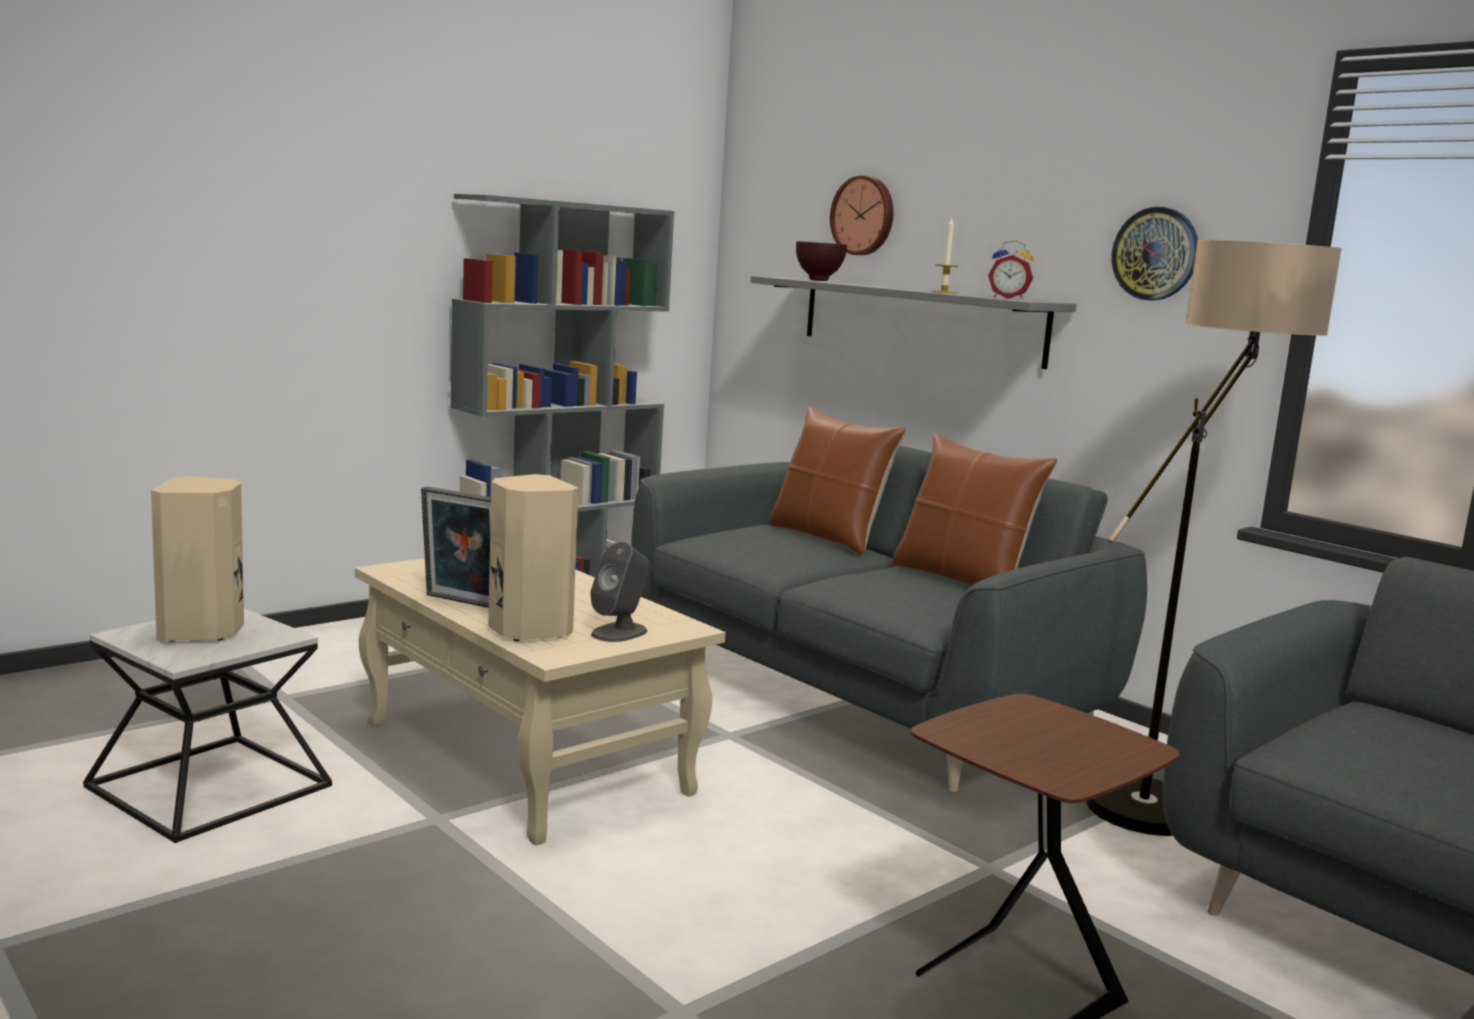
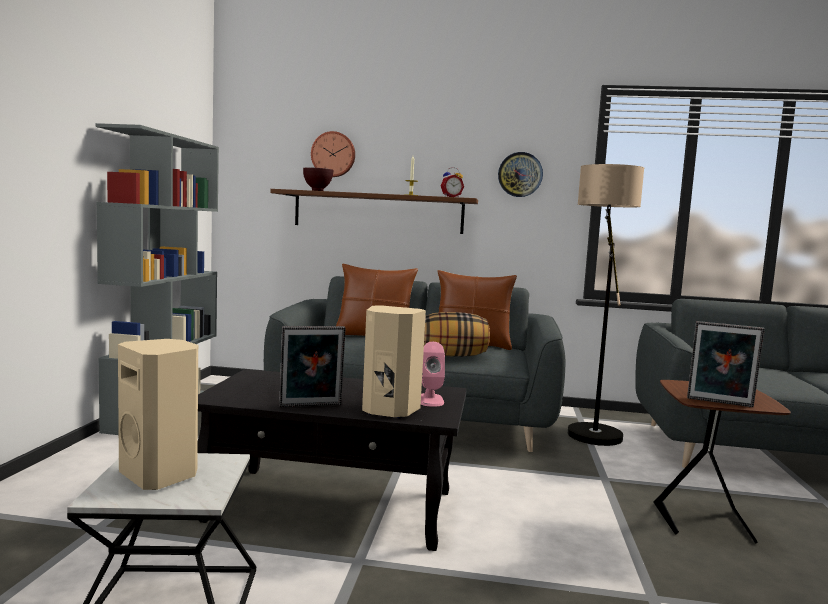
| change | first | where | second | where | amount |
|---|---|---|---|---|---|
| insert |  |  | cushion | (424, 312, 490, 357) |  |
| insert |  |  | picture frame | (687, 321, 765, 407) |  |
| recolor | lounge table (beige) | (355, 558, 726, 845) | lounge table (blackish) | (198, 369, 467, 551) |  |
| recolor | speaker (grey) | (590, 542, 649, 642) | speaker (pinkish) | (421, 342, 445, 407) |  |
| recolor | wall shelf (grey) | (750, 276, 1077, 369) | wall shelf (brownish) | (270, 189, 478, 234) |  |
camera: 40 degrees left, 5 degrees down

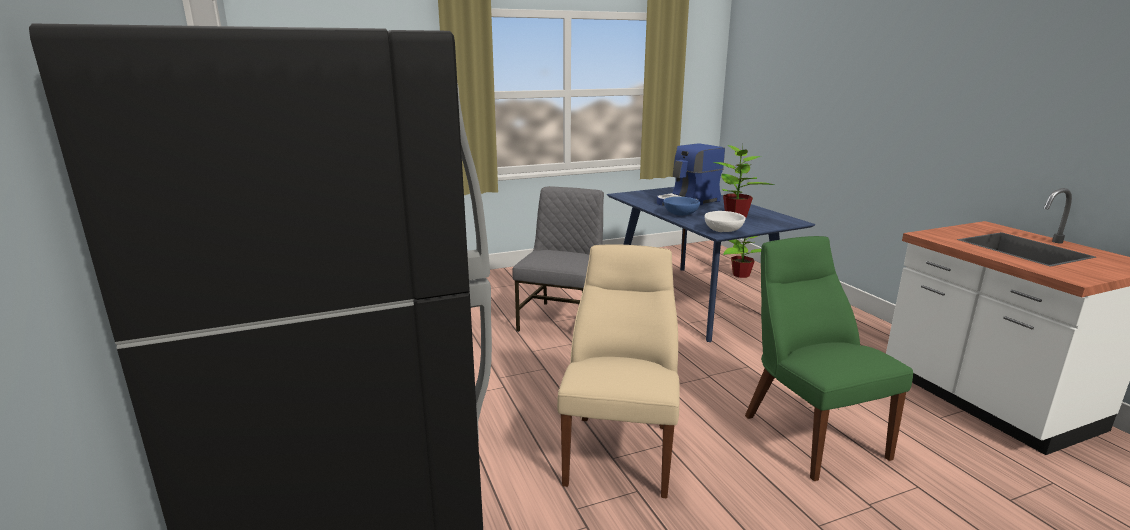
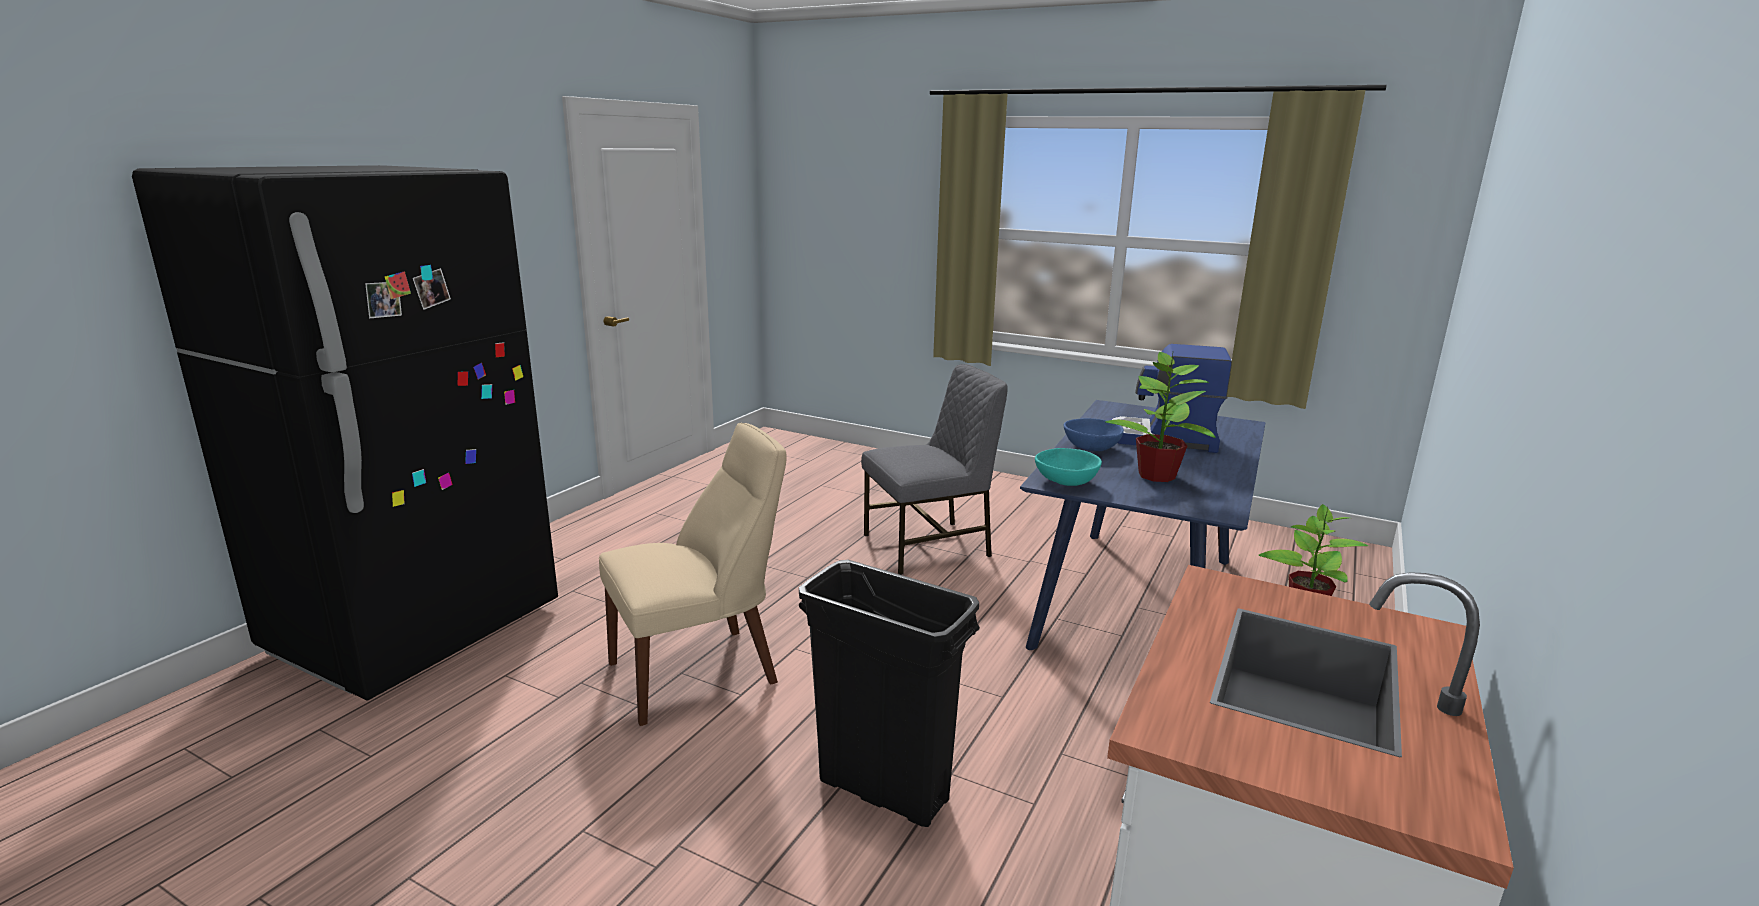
| change | first | where | second | where | amount |
|---|---|---|---|---|---|
| replace | upright chair (green) | (745, 236, 914, 481) | trash can (blackish) | (799, 560, 980, 827) |  |
| recolor | deep dish (white) | (704, 211, 746, 232) | deep dish (turquoise-coloured) | (1035, 448, 1102, 486) |  |
camera: 50 degrees right, 0 degrees up

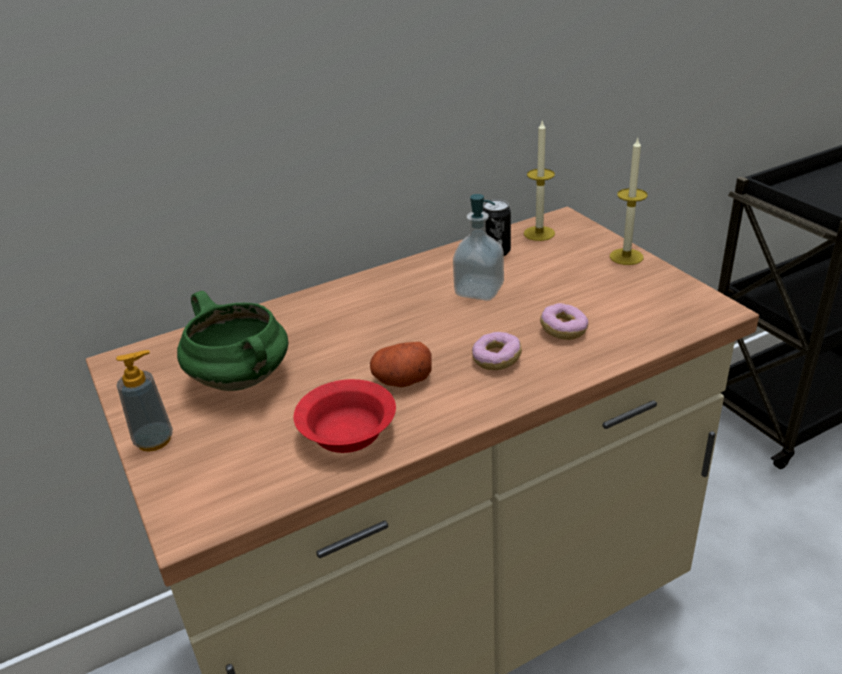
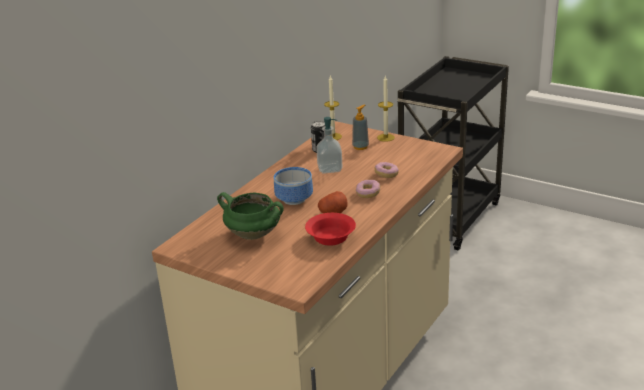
| change | first | where | second | where | amount |
|---|---|---|---|---|---|
| insert |  |  | deep dish | (274, 167, 313, 205) |  |
| move | liquid soap bottle | (116, 350, 173, 452) |  | (352, 105, 369, 150) |  |
camera: 30 degrees left, 5 degrees down

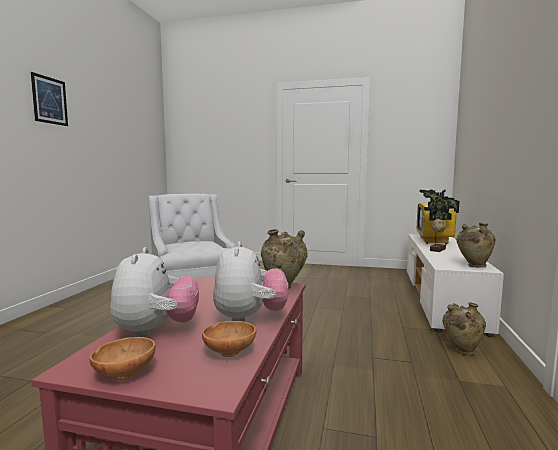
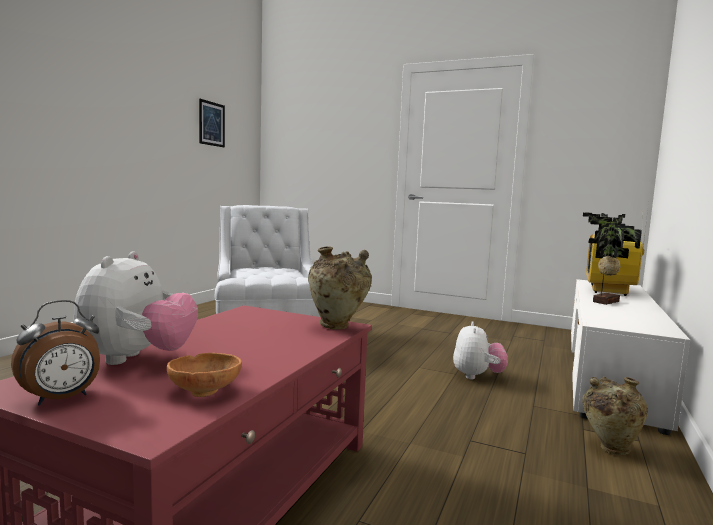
| change | first | where | second | where | amount |
|---|---|---|---|---|---|
| delete | vase (beige) | (456, 223, 496, 268) |  |  |  |
| move | picture | (31, 72, 68, 126) |  | (199, 99, 225, 148) |  |
| move | soft toy | (213, 241, 289, 322) |  | (453, 321, 508, 379) |  |
| replace | deep dish (brownish) | (89, 337, 156, 380) | table clock | (11, 300, 100, 406) |  |
camera: 10 degrees right, 0 degrees up

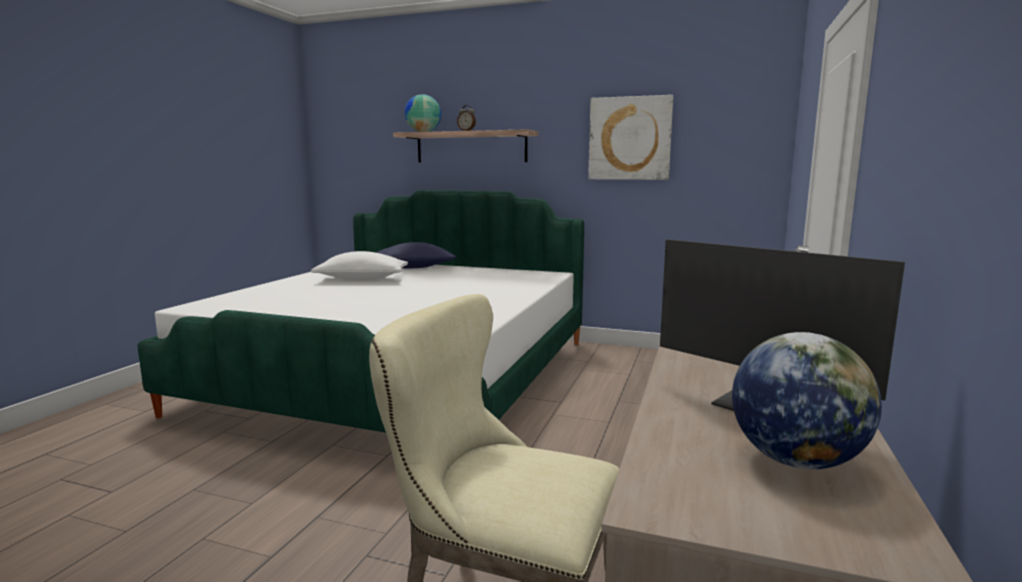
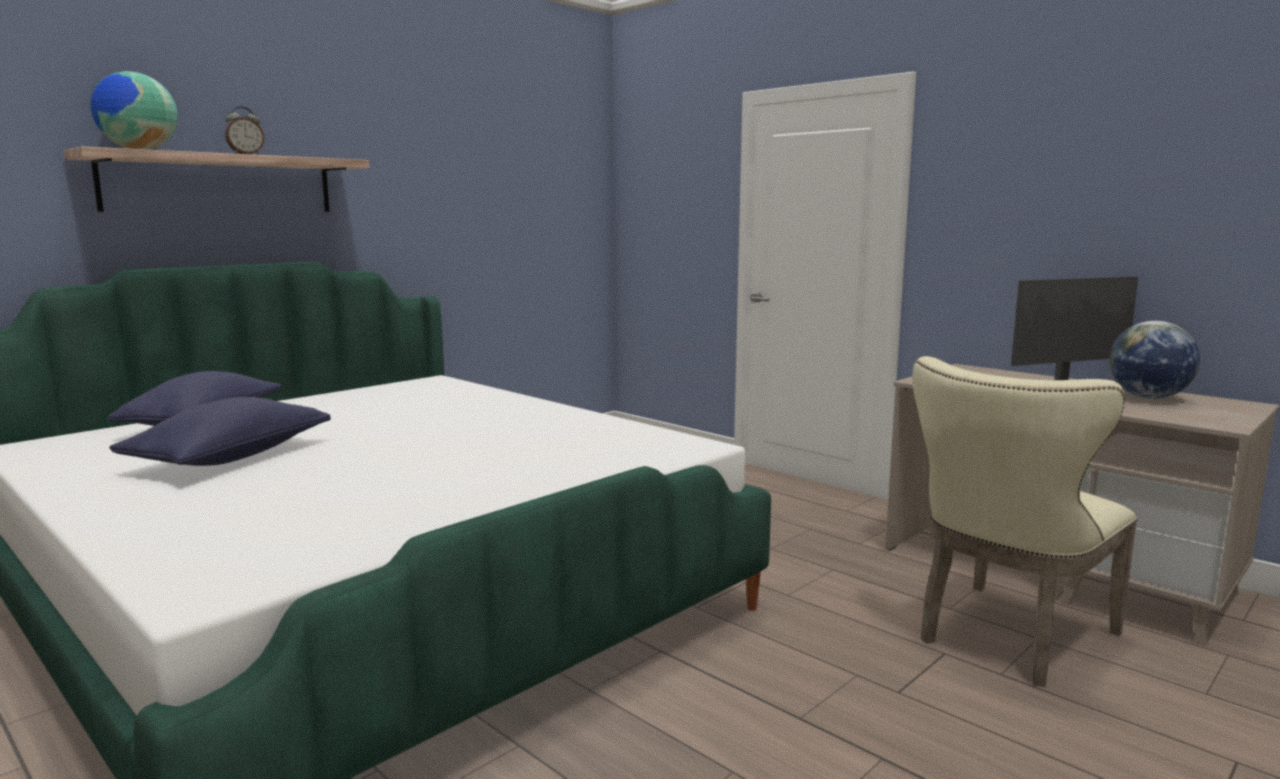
| change | first | where | second | where | amount |
|---|---|---|---|---|---|
| delete | picture | (588, 95, 673, 180) |  |  |  |
| recolor | cushion (white) | (311, 251, 408, 281) | cushion (blue-coloured) | (109, 397, 331, 466) |  |
camera: 65 degrees left, 0 degrees up

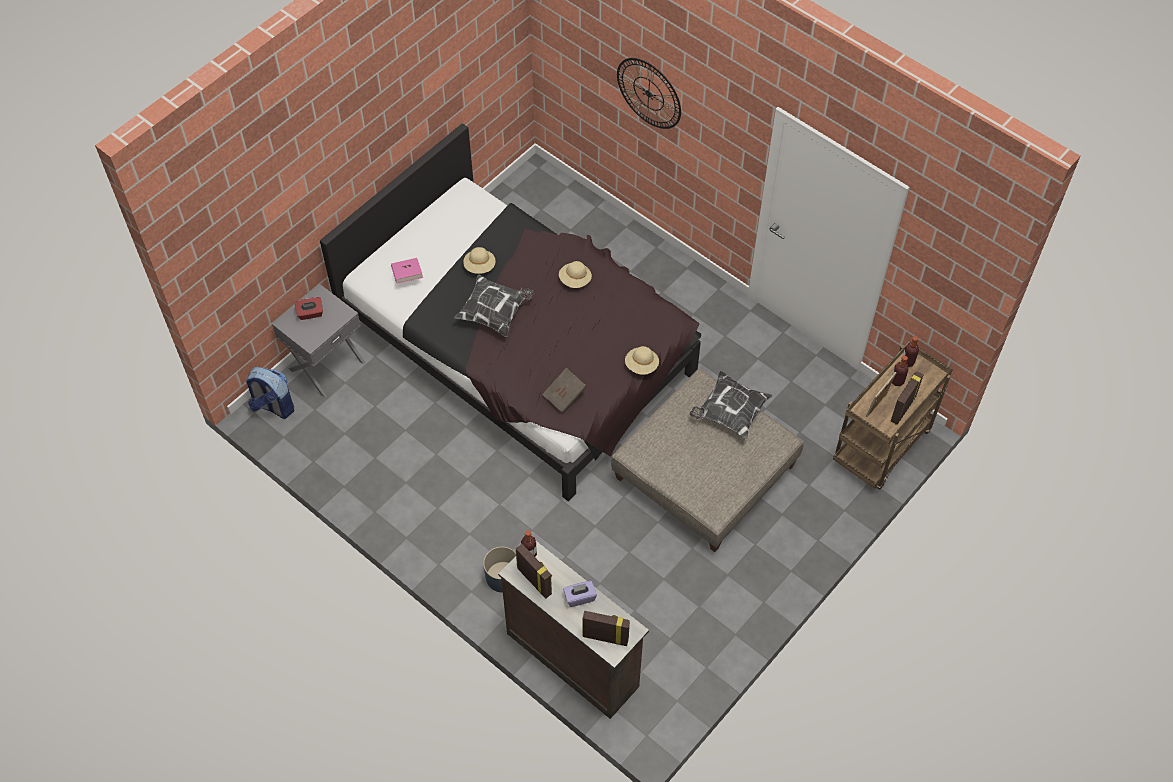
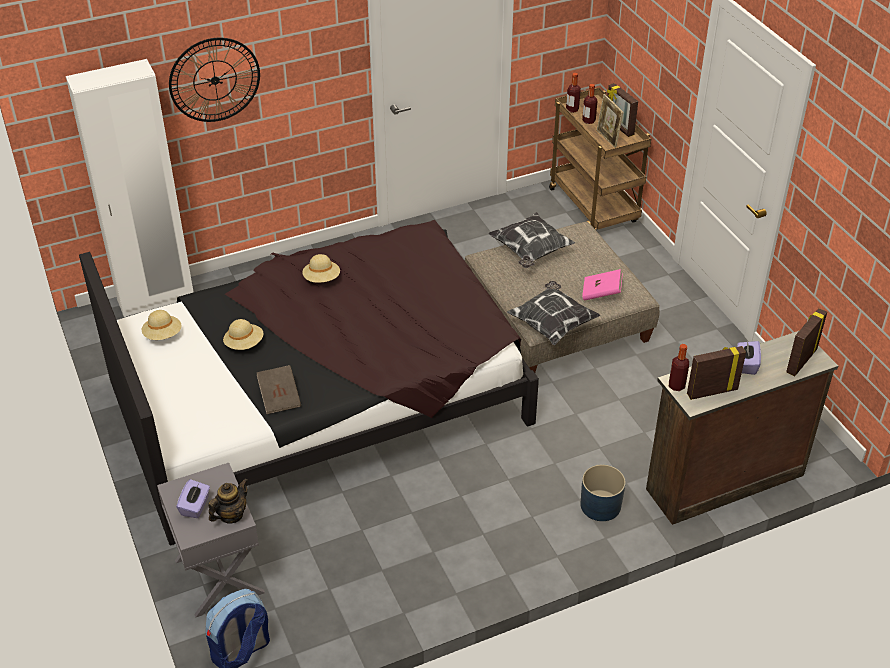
| change | first | where | second | where | amount |
|---|---|---|---|---|---|
| insert |  |  | armoire (white) | (66, 59, 193, 317) |  |
| insert |  |  | teapot | (208, 478, 248, 524) |  |
| move | bound book (pinkish) | (391, 258, 423, 284) |  | (582, 269, 623, 301) |  |
| move | cushion | (454, 275, 534, 337) |  | (507, 281, 601, 346) |  |
| move | bound book (brownish) | (543, 368, 587, 413) |  | (257, 365, 301, 414) |  |
| move | hat (beige) | (625, 346, 659, 375) |  | (142, 310, 181, 340) |  |
| recolor | box of tissues (red-coloured) | (295, 297, 323, 320) | box of tissues (purple-coloured) | (176, 479, 210, 518) |  |
camera: 65 degrees left, 15 degrees down

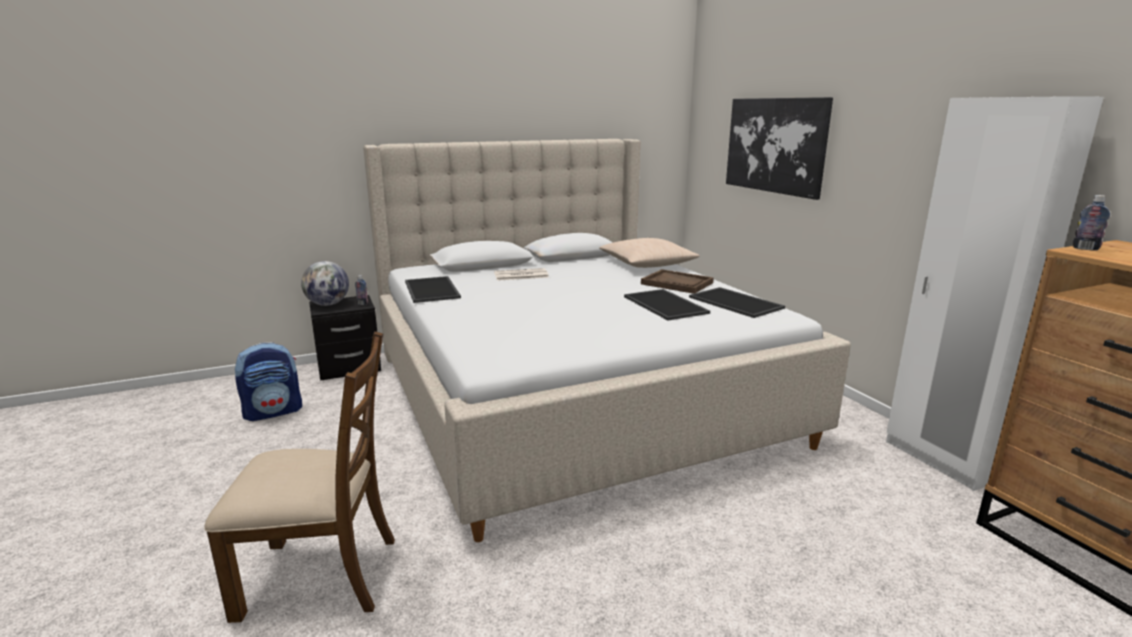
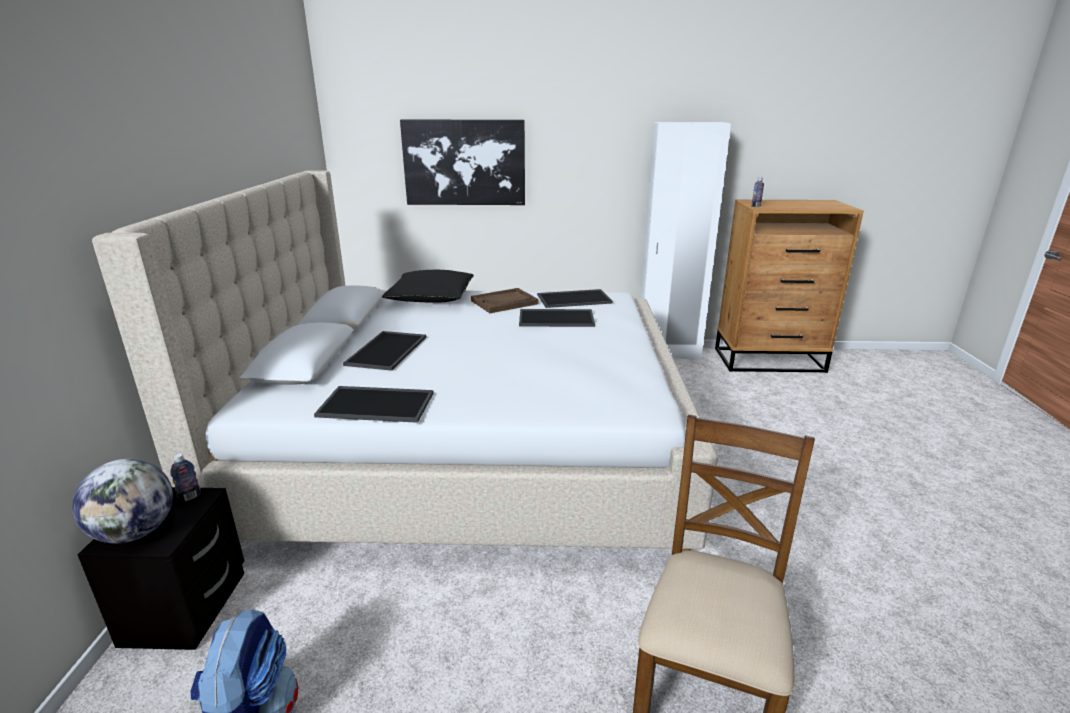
| change | first | where | second | where | amount |
|---|---|---|---|---|---|
| replace | printed paper | (494, 268, 549, 281) | serving tray | (343, 331, 426, 371) |  |
| recolor | cushion (beige) | (600, 238, 700, 268) | cushion (blackish) | (382, 270, 474, 303) |  |
camera: 65 degrees left, 5 degrees up

